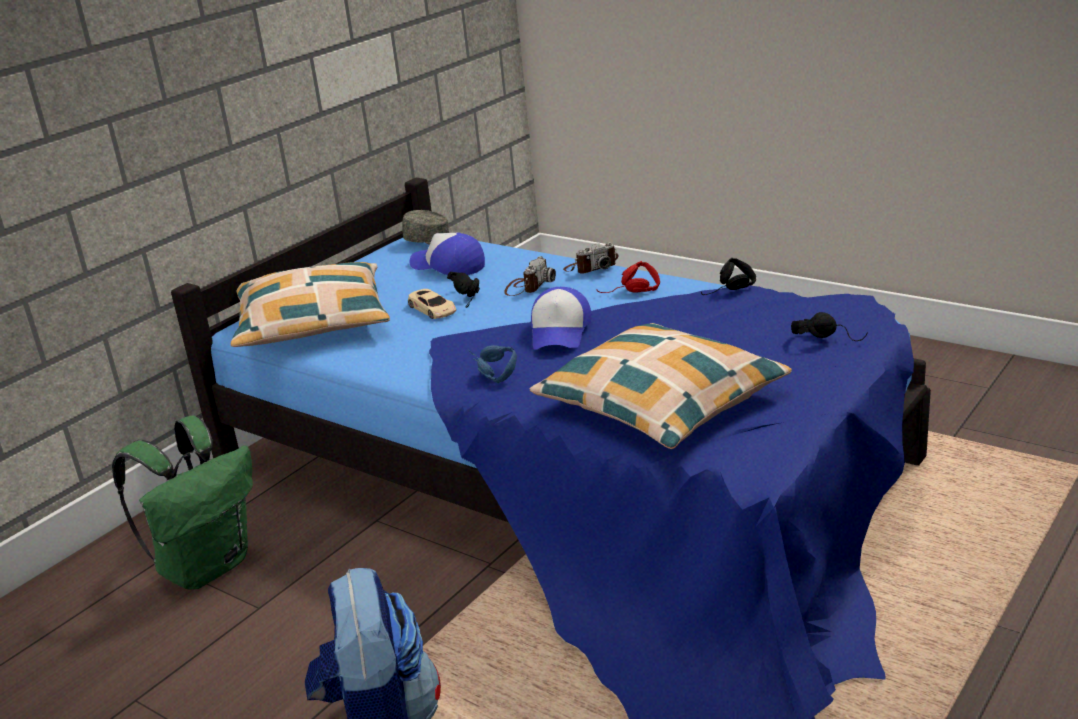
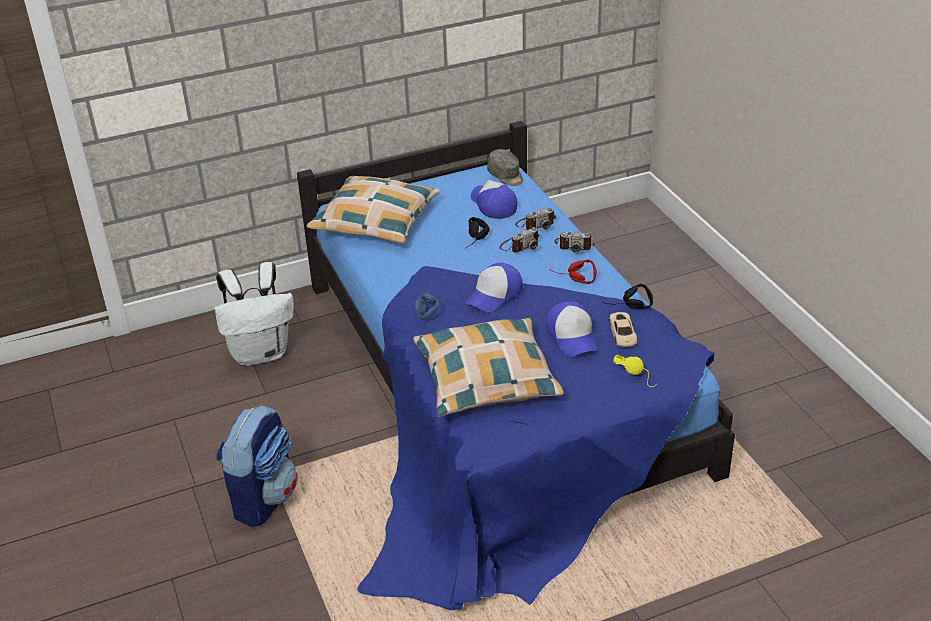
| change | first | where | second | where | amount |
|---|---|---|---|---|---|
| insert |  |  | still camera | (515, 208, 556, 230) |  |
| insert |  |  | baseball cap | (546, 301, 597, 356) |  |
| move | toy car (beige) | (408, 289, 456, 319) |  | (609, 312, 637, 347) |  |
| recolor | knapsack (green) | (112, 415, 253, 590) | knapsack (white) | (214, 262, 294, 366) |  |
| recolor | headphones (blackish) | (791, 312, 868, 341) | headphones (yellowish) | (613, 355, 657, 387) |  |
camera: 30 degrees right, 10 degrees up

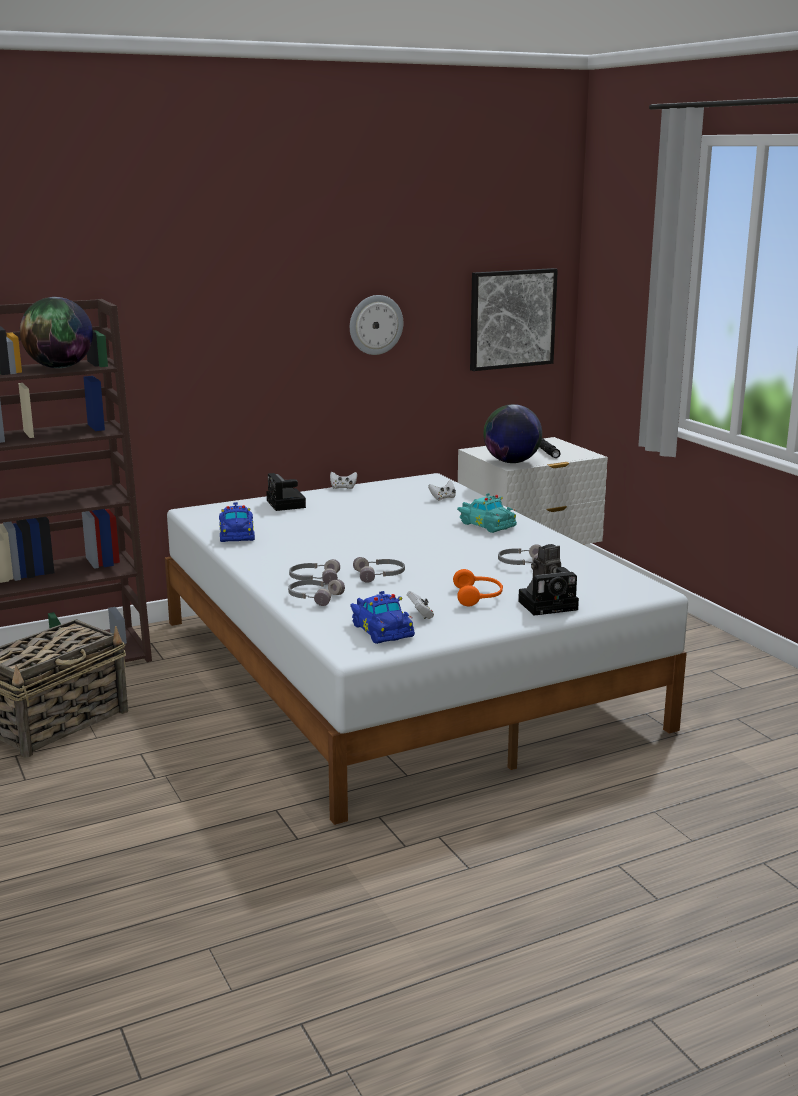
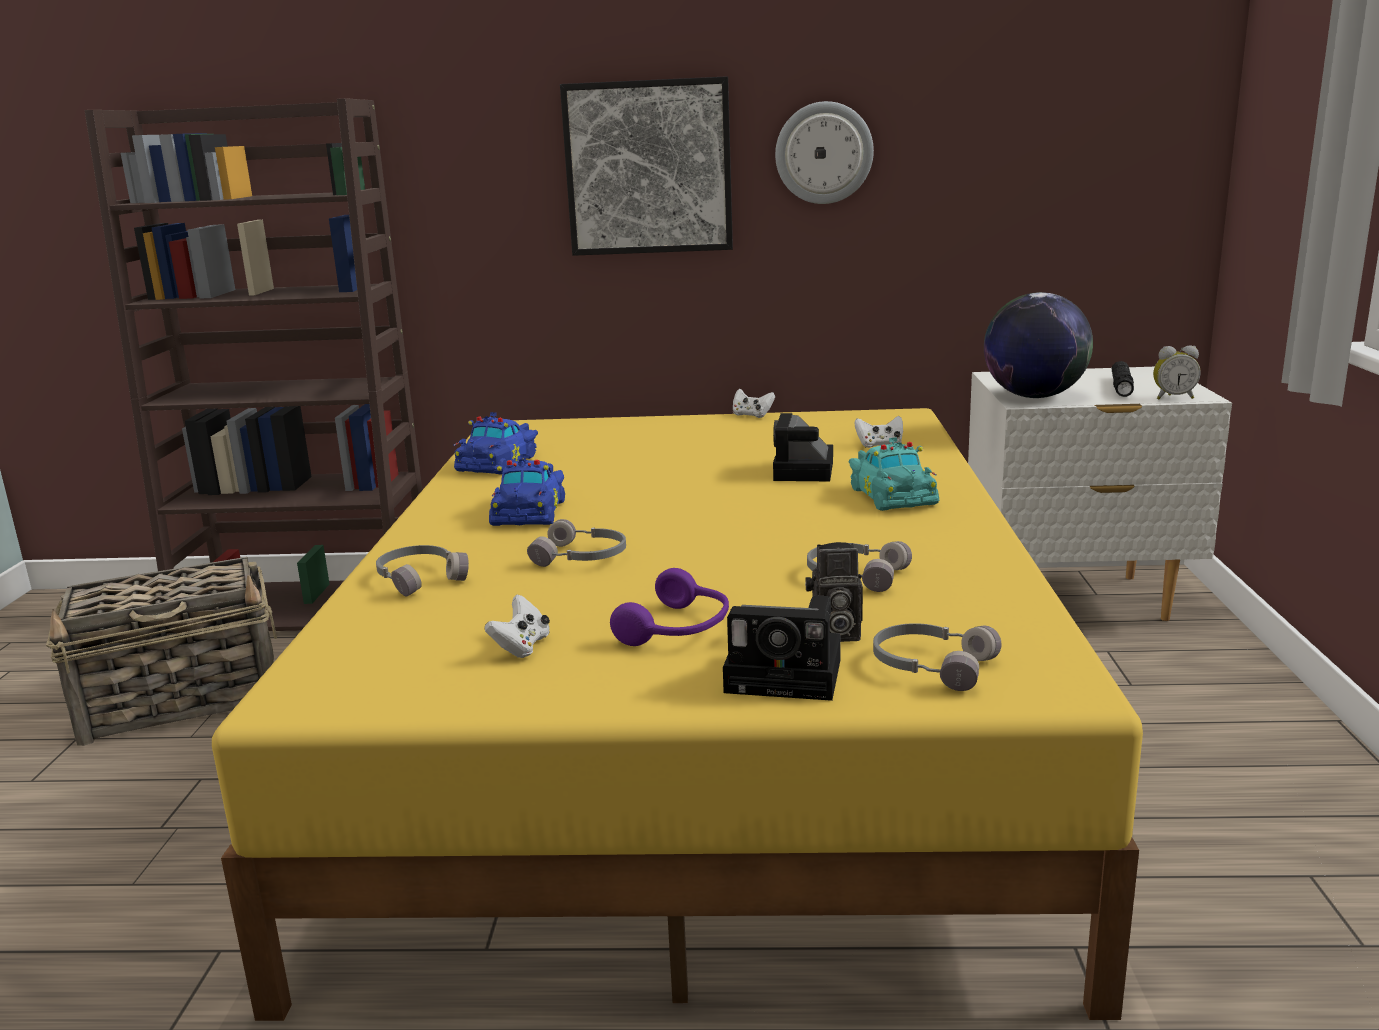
| change | first | where | second | where | amount |
|---|---|---|---|---|---|
| delete | globe | (20, 297, 93, 368) |  |  |  |
| insert |  |  | table clock | (1153, 345, 1201, 399) |  |
| move | still camera | (266, 473, 306, 511) |  | (773, 413, 833, 481) |  |
| move | headphones (grey) | (289, 559, 340, 584) |  | (873, 623, 1001, 691) |  |
| move | toy car (blue-coloured) | (350, 591, 415, 644) |  | (489, 454, 565, 526) |  |
| move | picture | (470, 268, 558, 371) |  | (560, 76, 733, 256) |  |
| recolor | bed (white) | (165, 473, 688, 825) | bed (yellowish) | (212, 408, 1143, 1021) |  |
| recolor | headphones (orange-coloured) | (453, 569, 503, 606) | headphones (purple-coloured) | (610, 568, 729, 646) |  |
camera: 30 degrees right, 0 degrees up

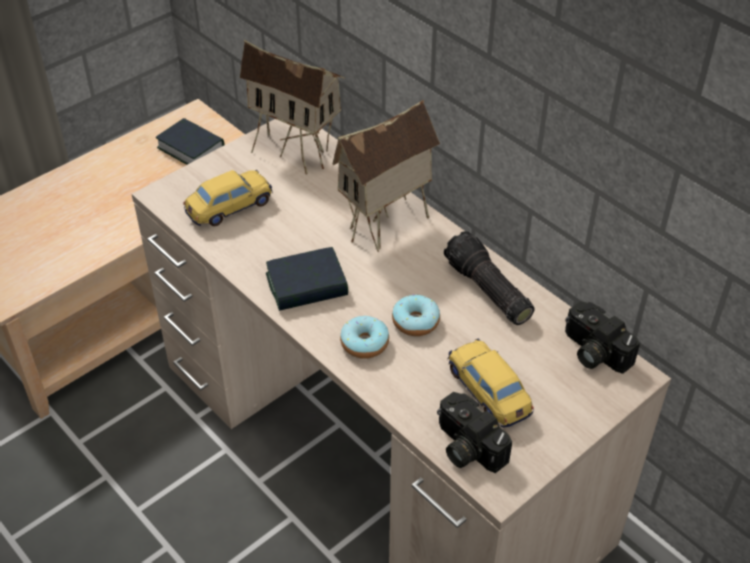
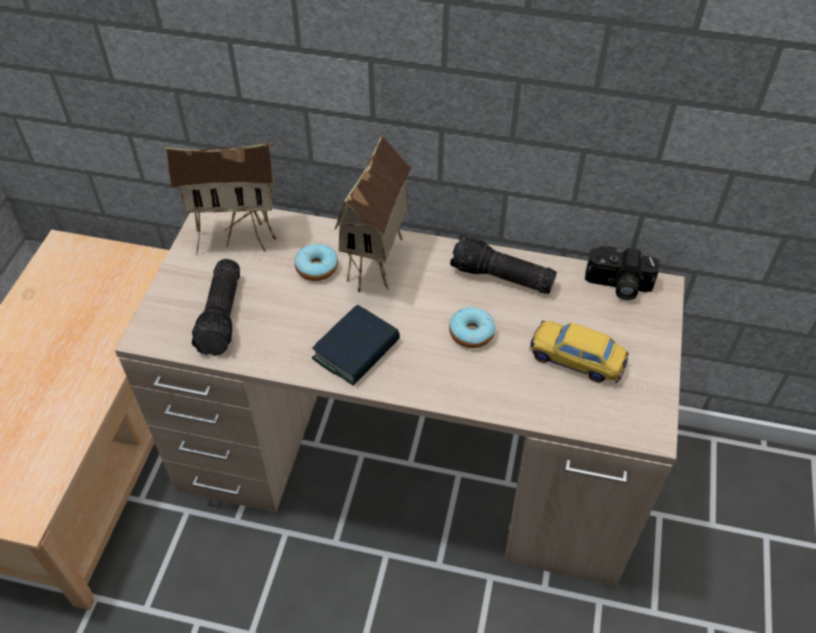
| change | first | where | second | where | amount |
|---|---|---|---|---|---|
| delete | bound book | (156, 118, 224, 165) |  |  |  |
| delete | still camera | (437, 392, 512, 473) |  |  |  |
| move | doughnut | (340, 316, 389, 359) |  | (295, 243, 338, 281) |  |
| replace | toy car | (183, 170, 273, 226) | flashlight | (192, 259, 240, 356) |  |
camera: 35 degrees left, 5 degrees up

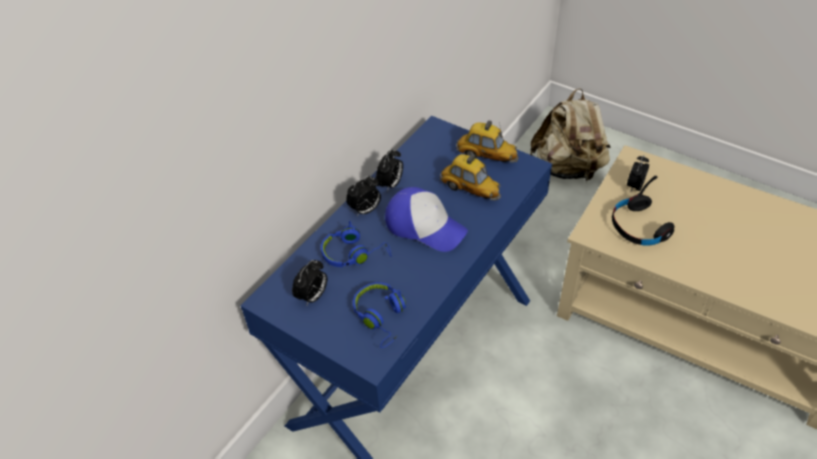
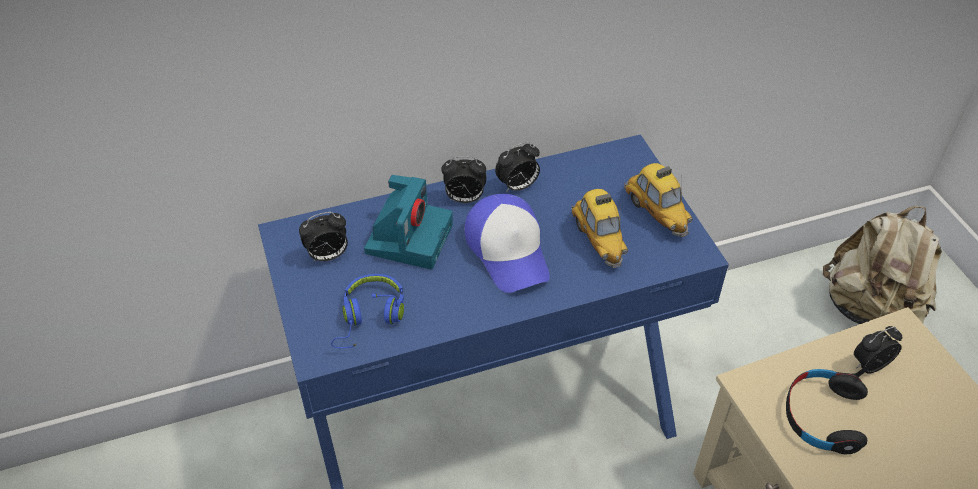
| change | first | where | second | where | amount |
|---|---|---|---|---|---|
| replace | headphones (blue-coloured) | (321, 221, 392, 267) | still camera | (364, 175, 453, 269) |  |
camera: 35 degrees right, 0 degrees up

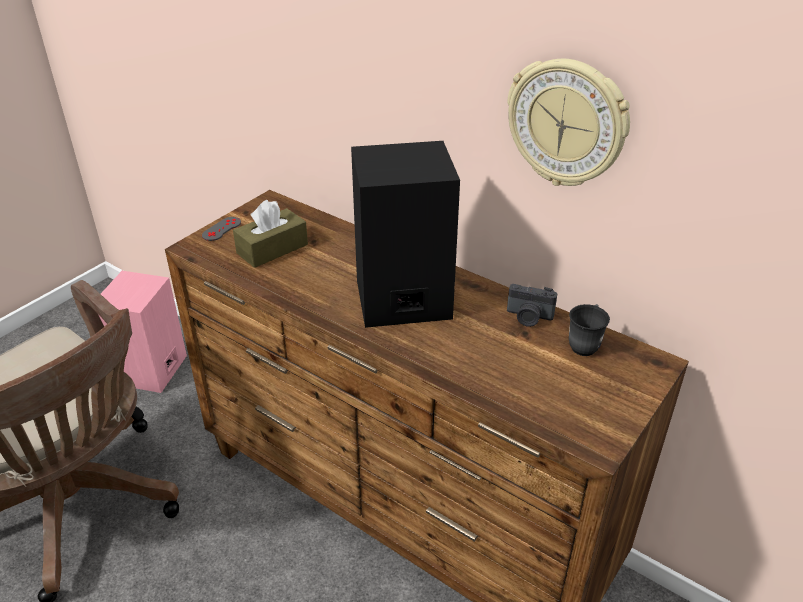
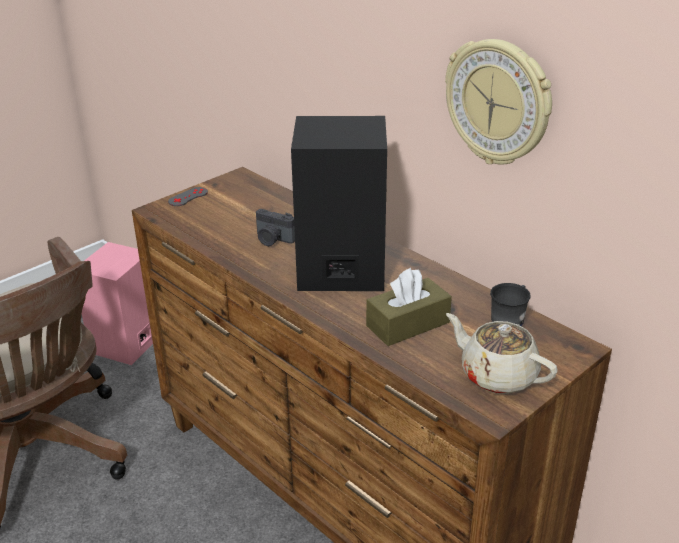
| change | first | where | second | where | amount |
|---|---|---|---|---|---|
| insert |  |  | teapot (beige) | (446, 313, 558, 394) |  |
| move | box of tissues (brownish) | (233, 200, 308, 268) |  | (366, 268, 452, 346) |  |
| move | still camera | (507, 284, 557, 327) |  | (256, 209, 295, 246) |  |
camera: 10 degrees right, 5 degrees down

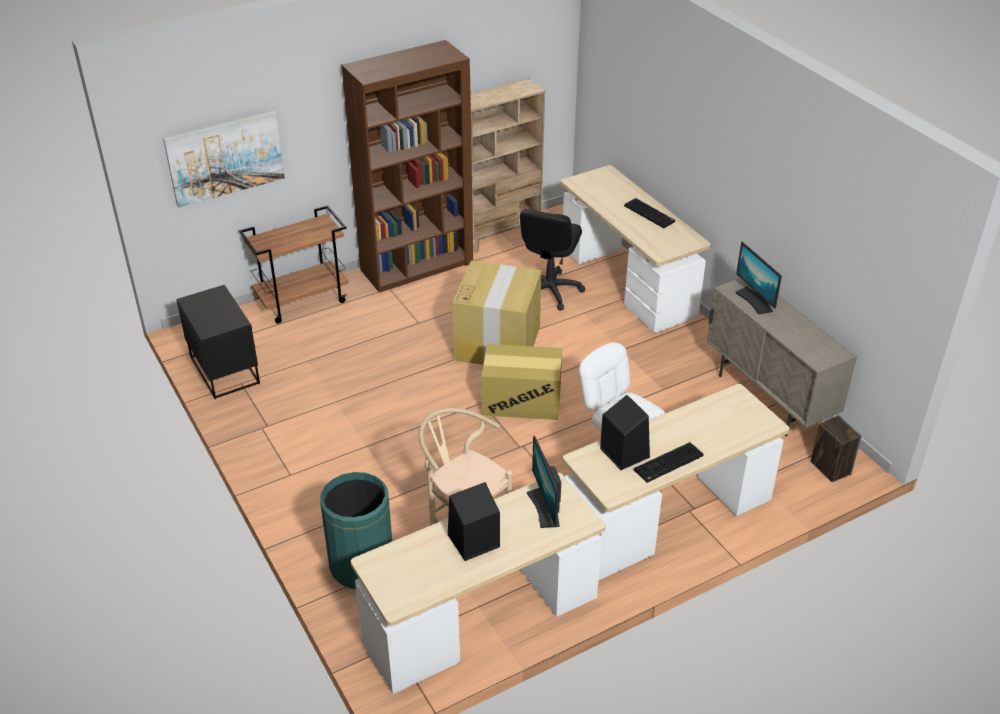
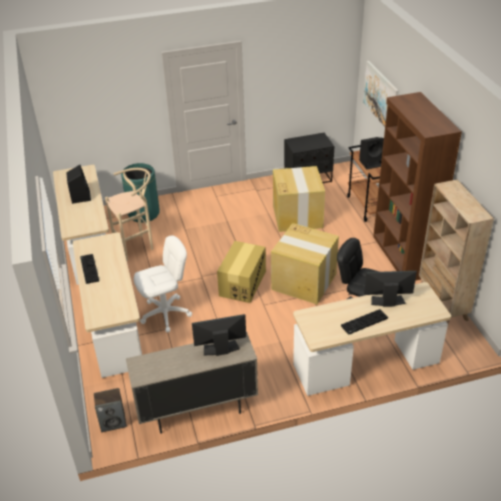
| change | first | where | second | where | amount |
|---|---|---|---|---|---|
| insert |  |  | carton | (273, 166, 325, 232) |  |
| move | computer screen | (527, 436, 561, 528) |  | (364, 271, 417, 307) |  |
| move | speaker (blackish) | (600, 395, 650, 470) |  | (359, 137, 384, 169) |  |
camera: 105 degrees right, 0 degrees up

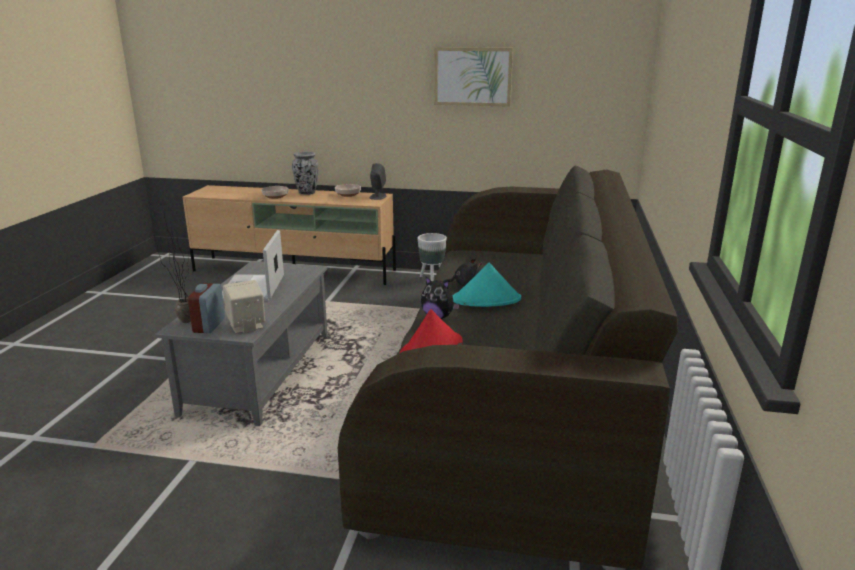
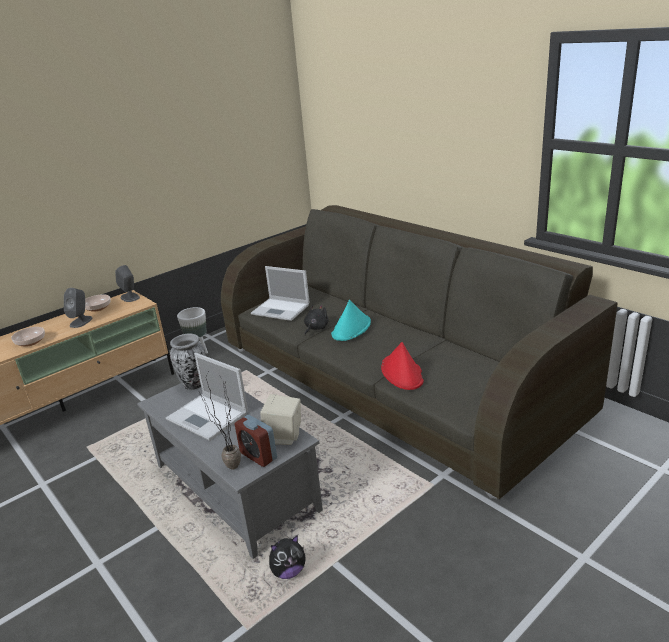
| change | first | where | second | where | amount |
|---|---|---|---|---|---|
| delete | picture | (434, 47, 513, 107) |  |  |  |
| insert |  |  | speaker (grey) | (64, 288, 92, 328) |  |
| insert |  |  | notebook computer | (251, 266, 310, 321) |  |
| move | vase | (292, 152, 319, 195) |  | (170, 334, 206, 390) |  |
| move | soft toy | (421, 277, 459, 319) |  | (269, 535, 306, 579) |  |
camera: 50 degrees left, 5 degrees up

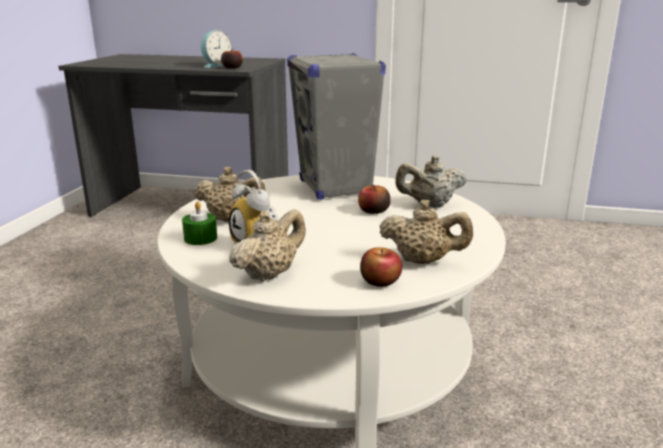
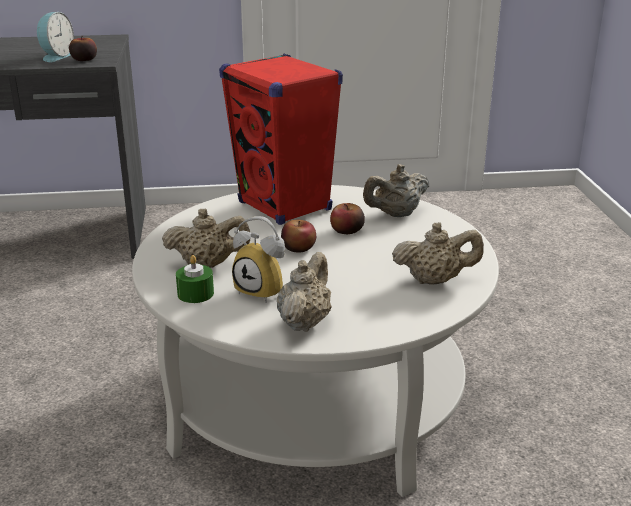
| change | first | where | second | where | amount |
|---|---|---|---|---|---|
| move | apple fruit | (360, 247, 402, 287) |  | (281, 220, 316, 253) |  |
| recolor | speaker (grey) | (287, 53, 386, 200) | speaker (red-coloured) | (219, 54, 343, 225) |  |
camera: 20 degrees left, 5 degrees up

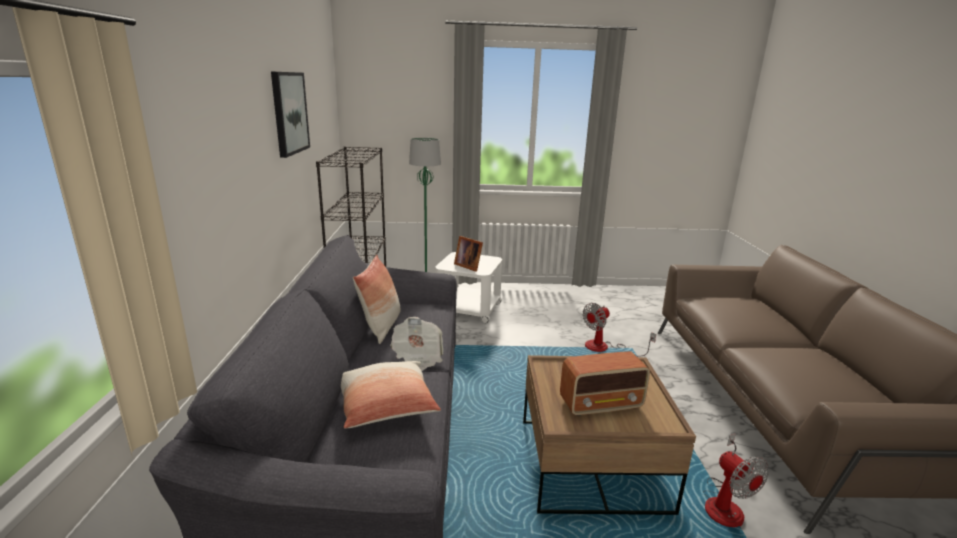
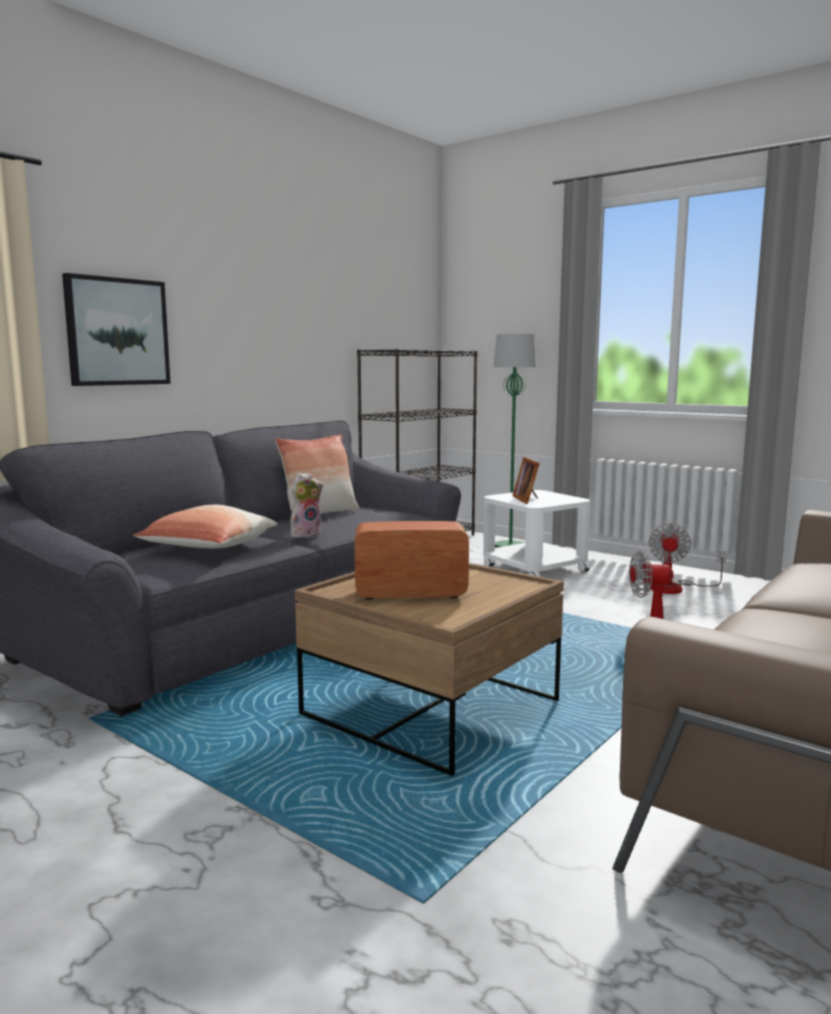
| change | first | where | second | where | amount |
|---|---|---|---|---|---|
| move | picture | (271, 72, 310, 158) |  | (62, 273, 171, 386) |  |
| move | cooling fan | (703, 434, 769, 527) |  | (649, 523, 727, 594) |  |
| replace | printed paper | (390, 317, 443, 371) | soft toy | (290, 472, 323, 538) |  |
| rotate | radio receiver | (560, 351, 650, 416) |  | (355, 521, 469, 600) | 150 degrees clockwise |
camera: 40 degrees right, 10 degrees down

